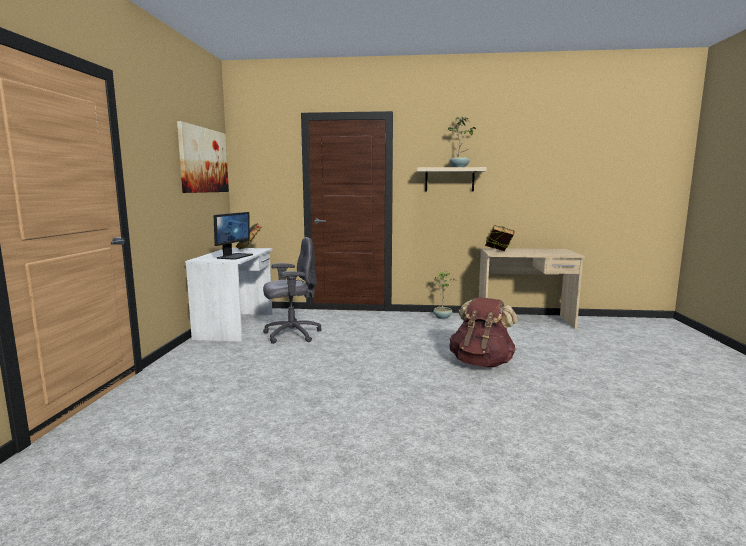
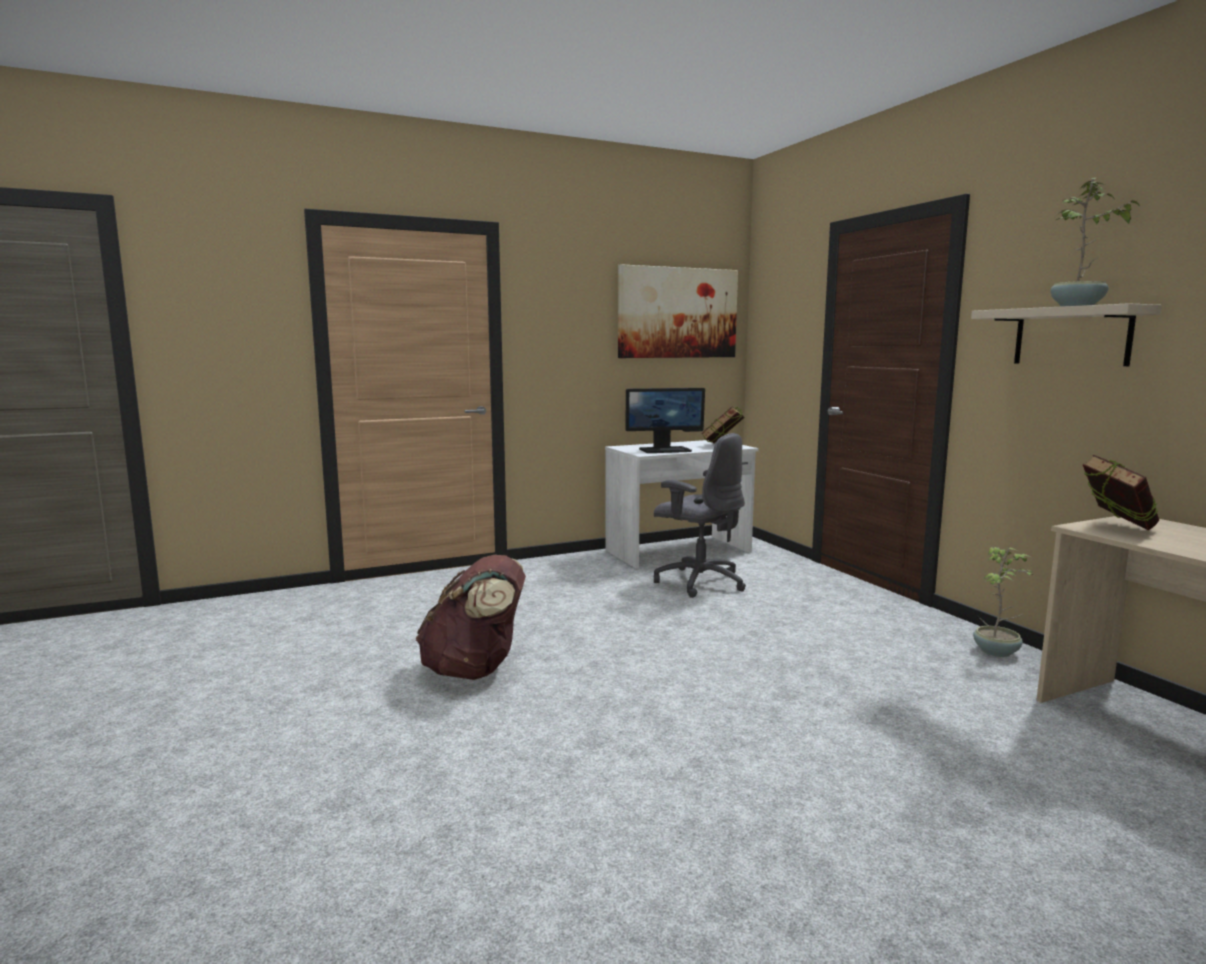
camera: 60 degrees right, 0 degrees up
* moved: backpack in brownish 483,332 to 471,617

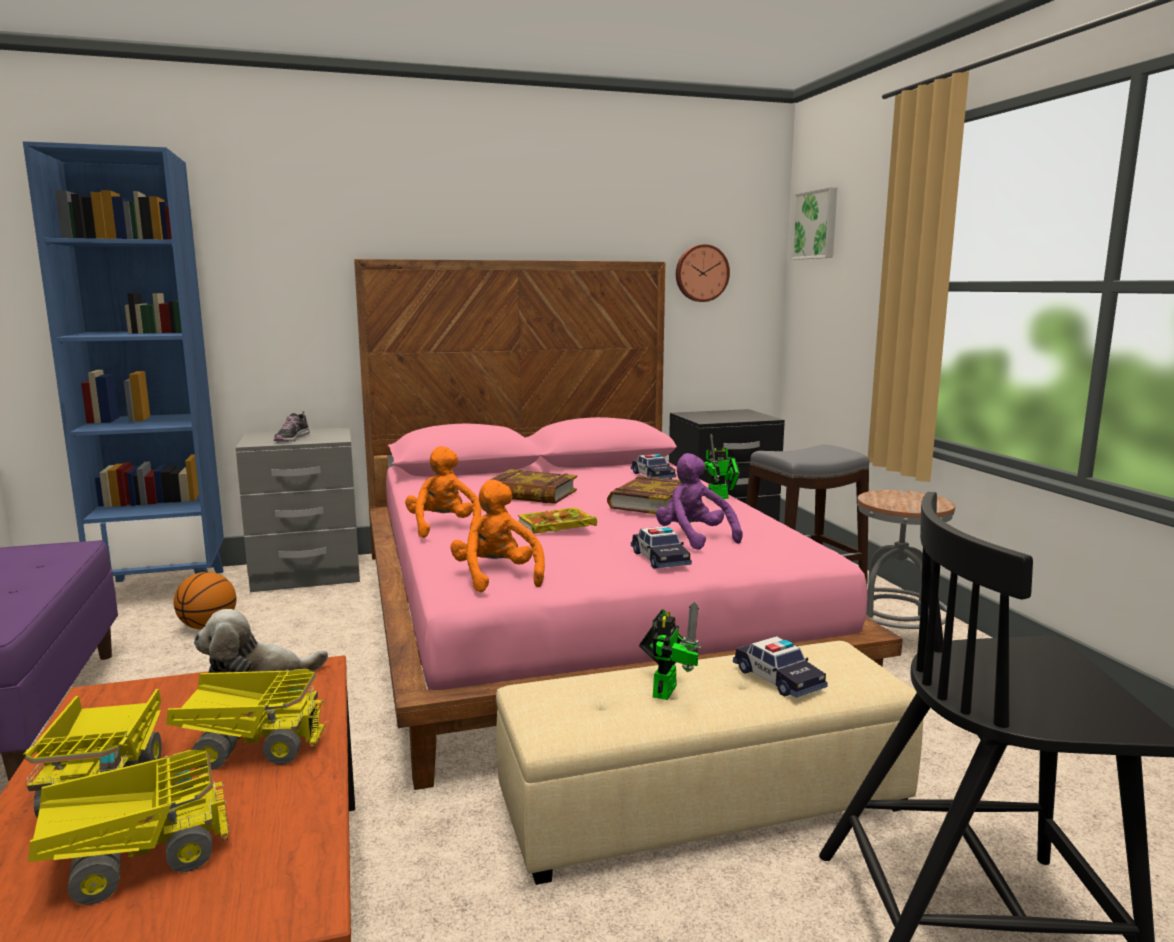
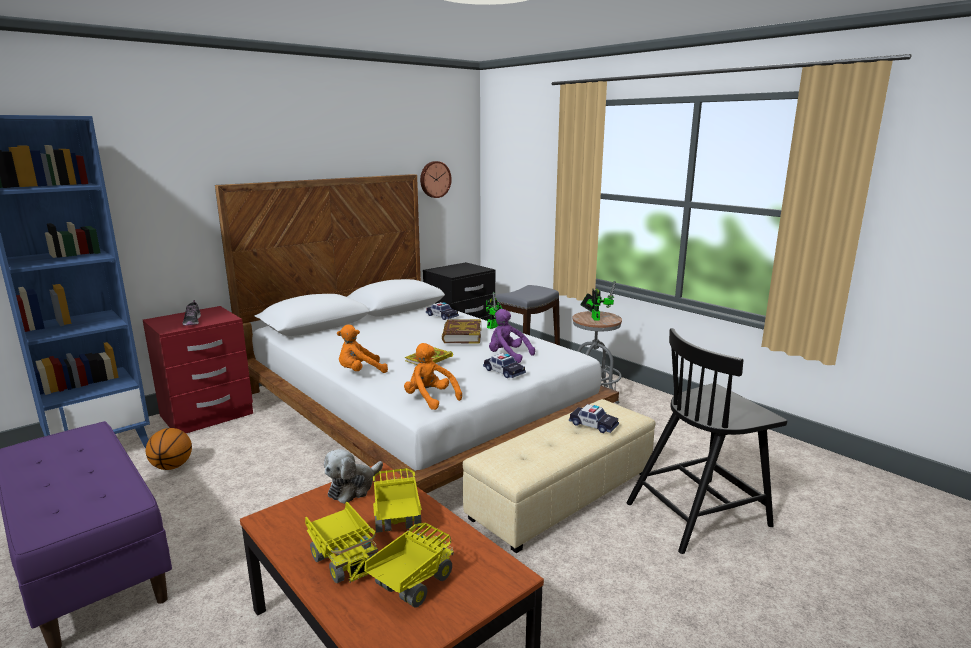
camera: 25 degrees left, 5 degrees up
* turned: model truck 246,719 = 397,500 75 degrees counterclockwise
* recoloured: nightstand in gray 298,509 to nightstand in red 198,369
* recoloured: sleeping bed in pink-coloured 628,524 to sleeping bed in white-coloured 417,333
* turned: soft toy in orange 443,492 = 362,349 75 degrees counterclockwise
* removed: book 533,486
* moved: toy robot 670,650 to 598,300
* removed: wall art 814,223

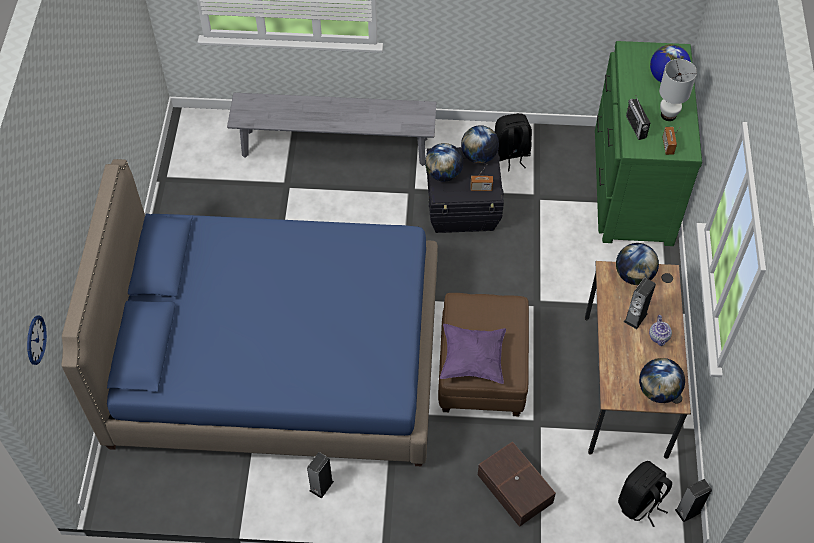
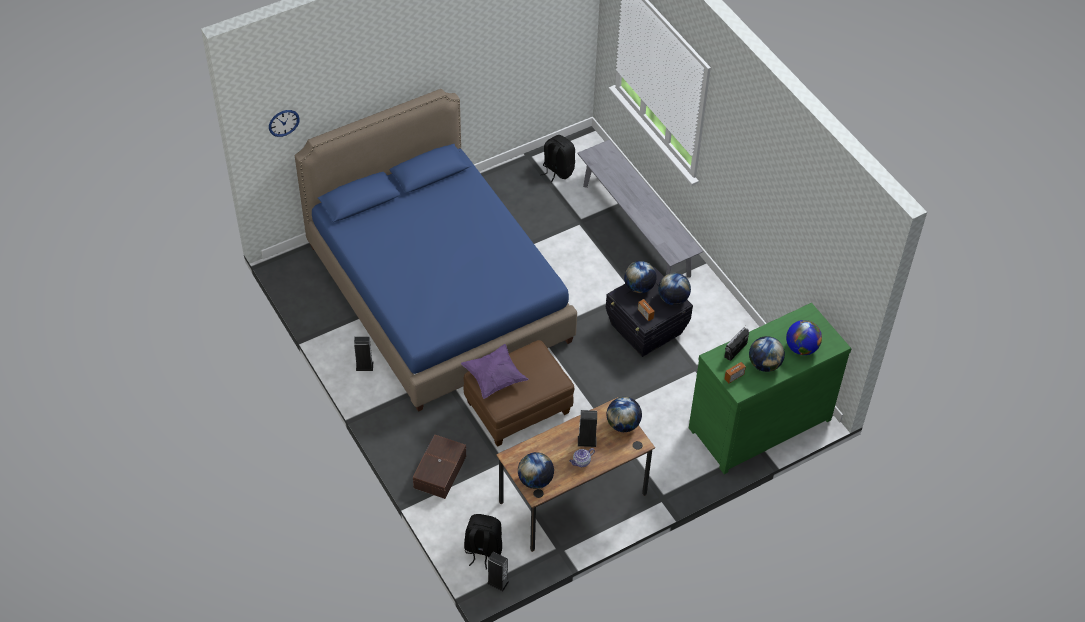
camera: 55 degrees right, 5 degrees down
* moved: backpack in black 513,142 to 557,159
* replaced: lamp for a table in white-coloured 678,90 to world globe 767,354

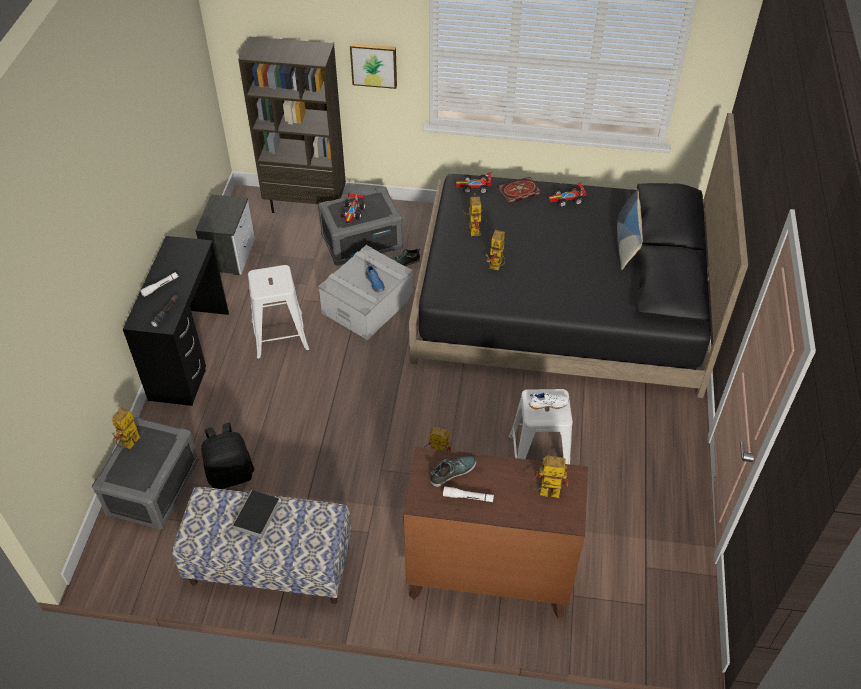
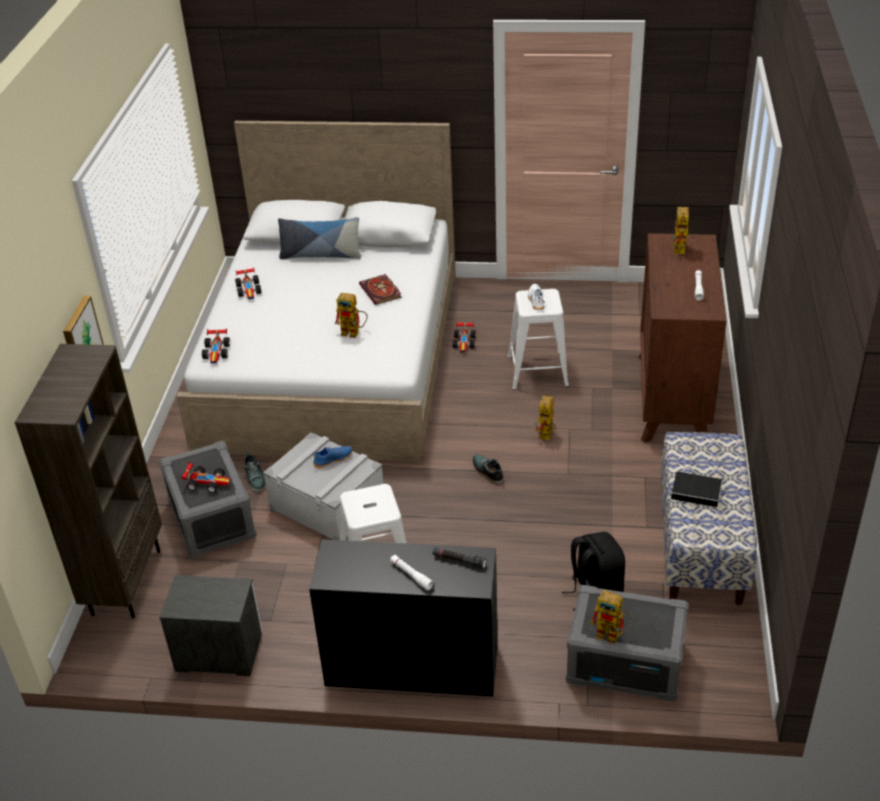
camera: 90 degrees left, 10 degrees down
* recoloured: sleeping bed in black 578,255 to sleeping bed in white-coloured 316,291
* moved: item of footwear 453,471 to 488,469
* removed: toy robot 472,214
* moved: book 519,190 to 380,289
* added: toy car 464,337

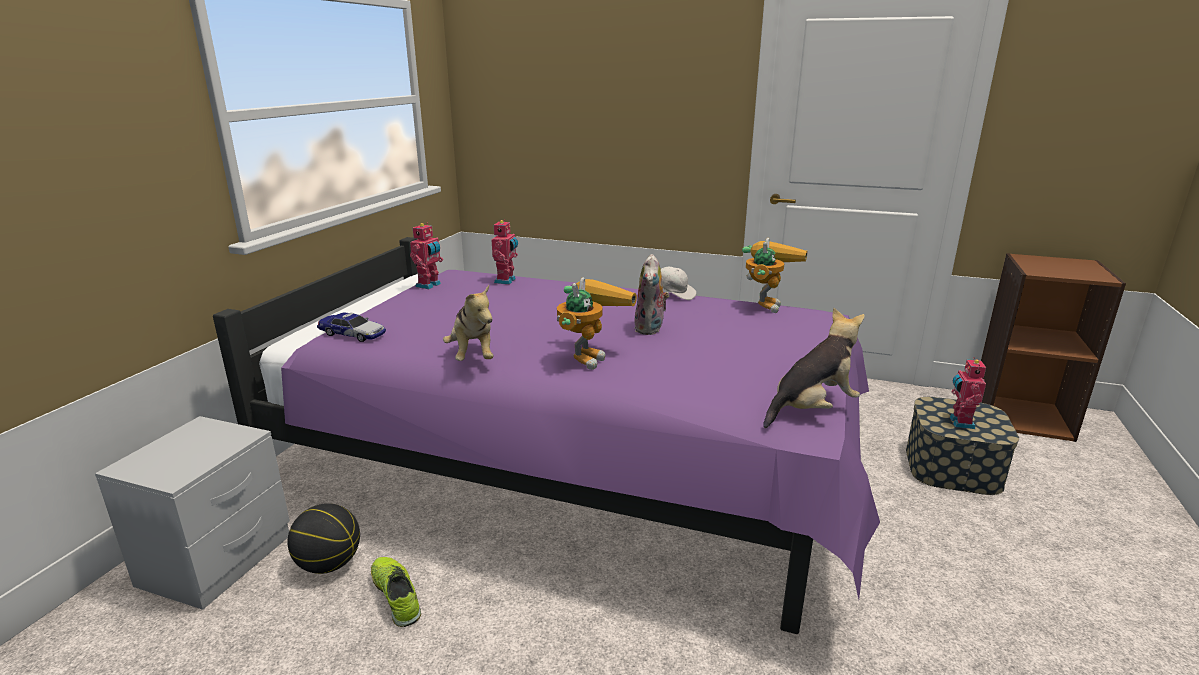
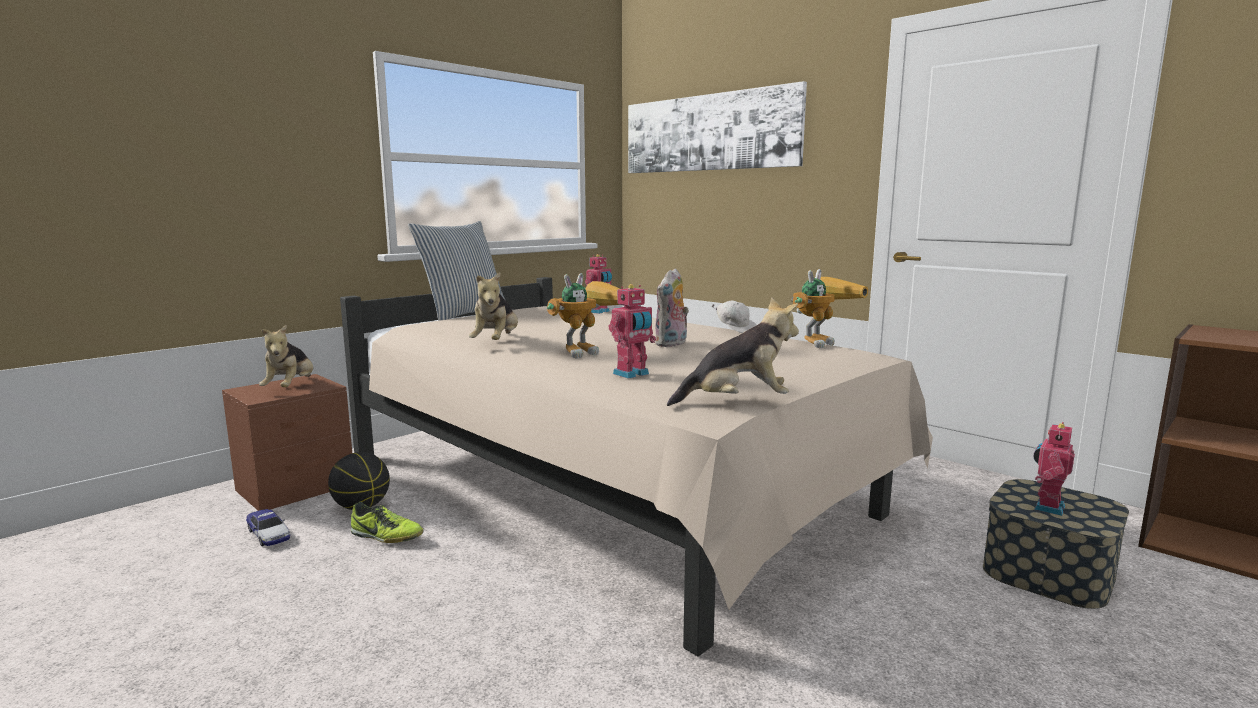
camera: 25 degrees right, 10 degrees down
* recoloured: nightstand in gray 192,513 to nightstand in brownish 287,442
* recoloured: sleeping bed in purplish 546,435 to sleeping bed in beige-coloured 636,467
* moved: toy car 351,327 to 268,527
* turned: item of footwear 396,592 = 387,522 120 degrees clockwise
* moved: toy robot 426,256 to 632,331
* added: soft toy 286,356
* added: pillow 456,271
* added: wall art 717,127

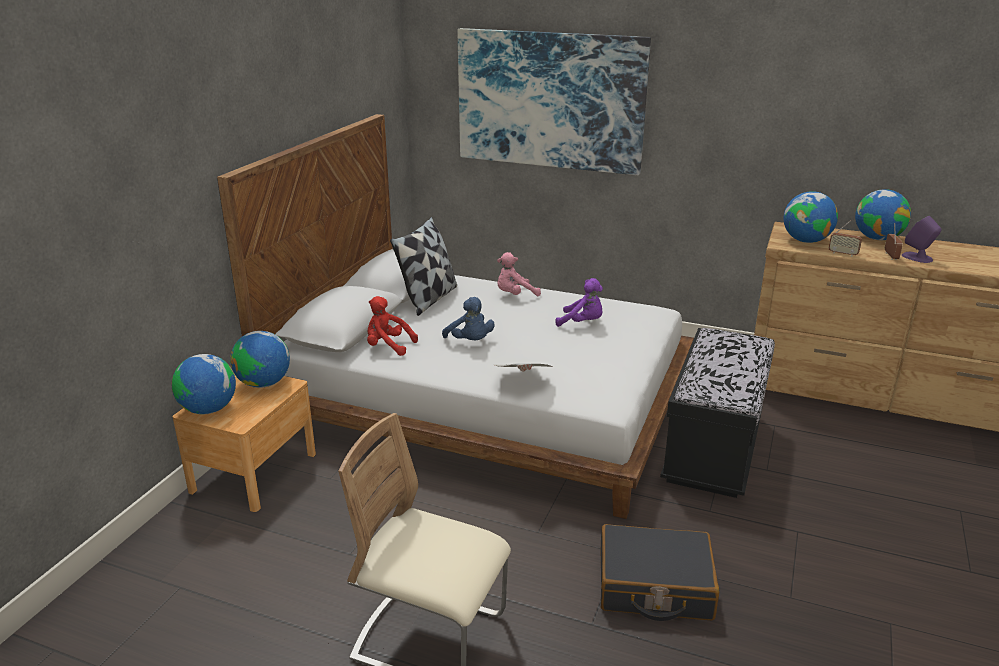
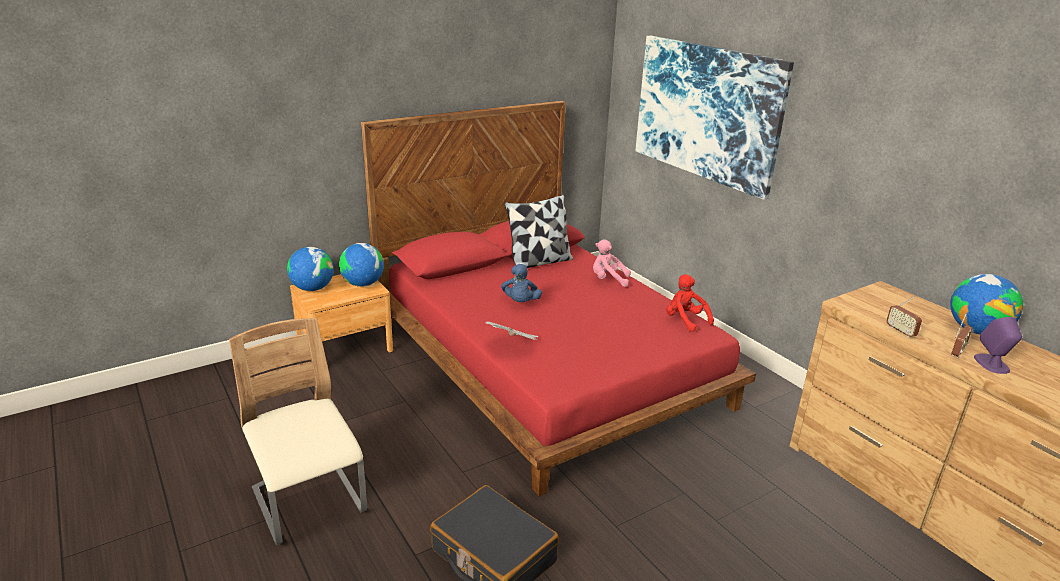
camera: 35 degrees right, 0 degrees up
* recoloured: sleeping bed in white-coloured 455,316 to sleeping bed in red 558,298
* moved: soft toy in red 392,326 to 690,303
* removed: soft toy in purplish 579,302
* removed: indoor bench in black 717,413
* removed: world globe 811,217

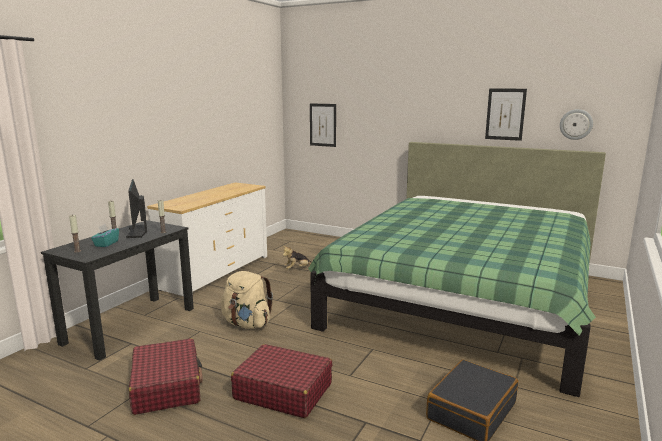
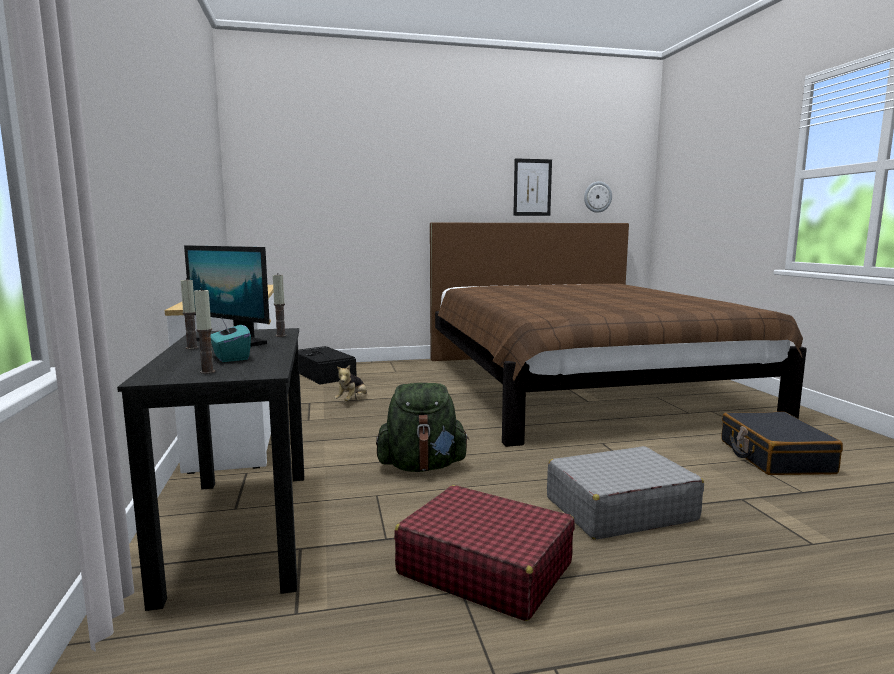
camera: 40 degrees left, 5 degrees down
* recoloured: backpack in beige-coloured 247,300 to backpack in greenish 422,427
* recoloured: travel case in red 281,381 to travel case in gray 625,493
* recoloured: sleeping bed in greenish 457,269 to sleeping bed in brownish 618,335
* removed: wall art 323,125
* added: storage box in black 327,365

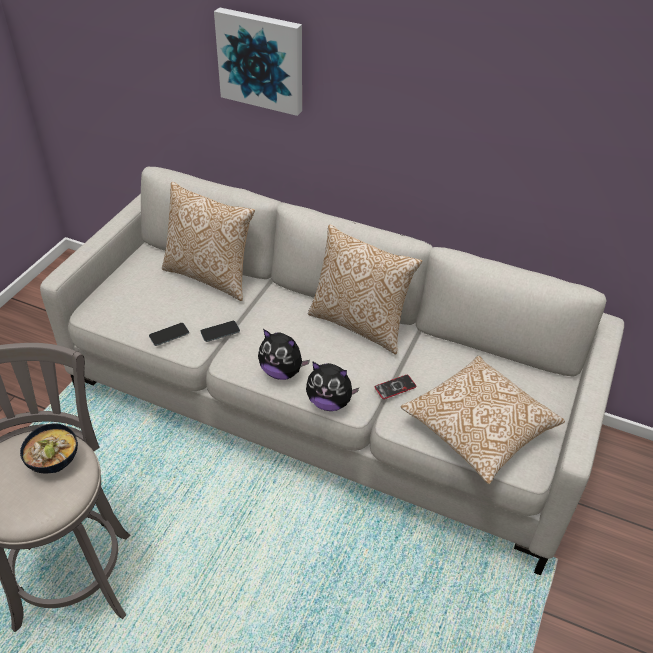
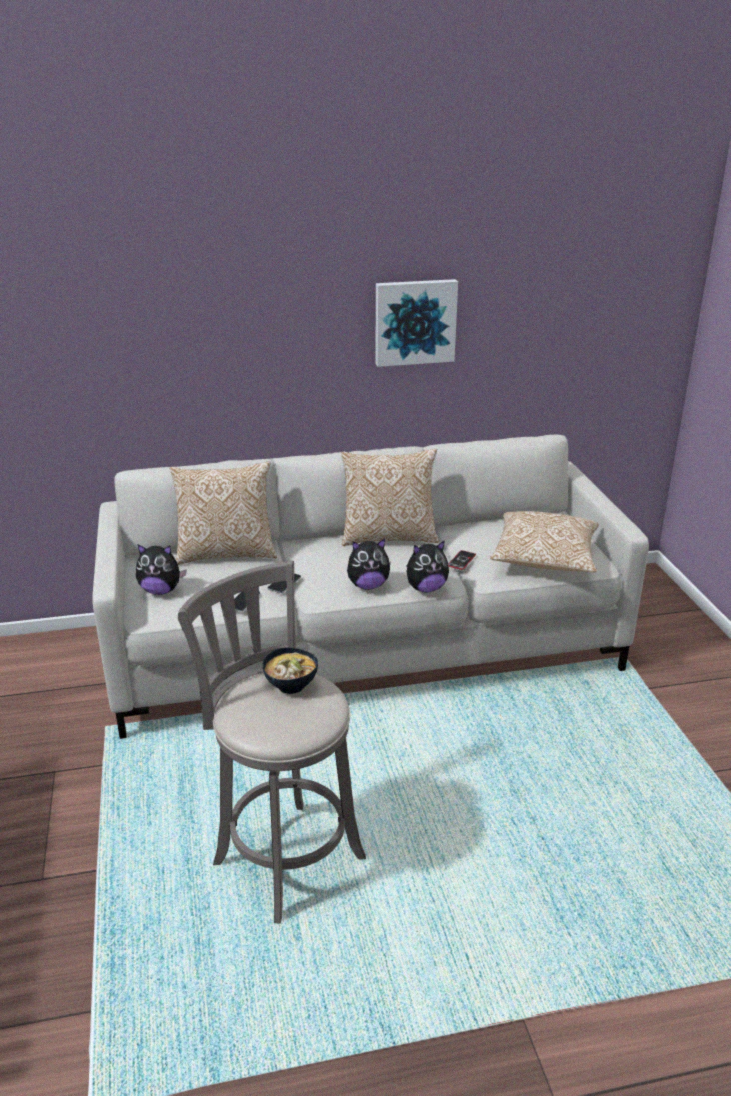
camera: 35 degrees left, 15 degrees down
* moved: wall art 258,61 to 416,323
* added: soft toy 161,569

